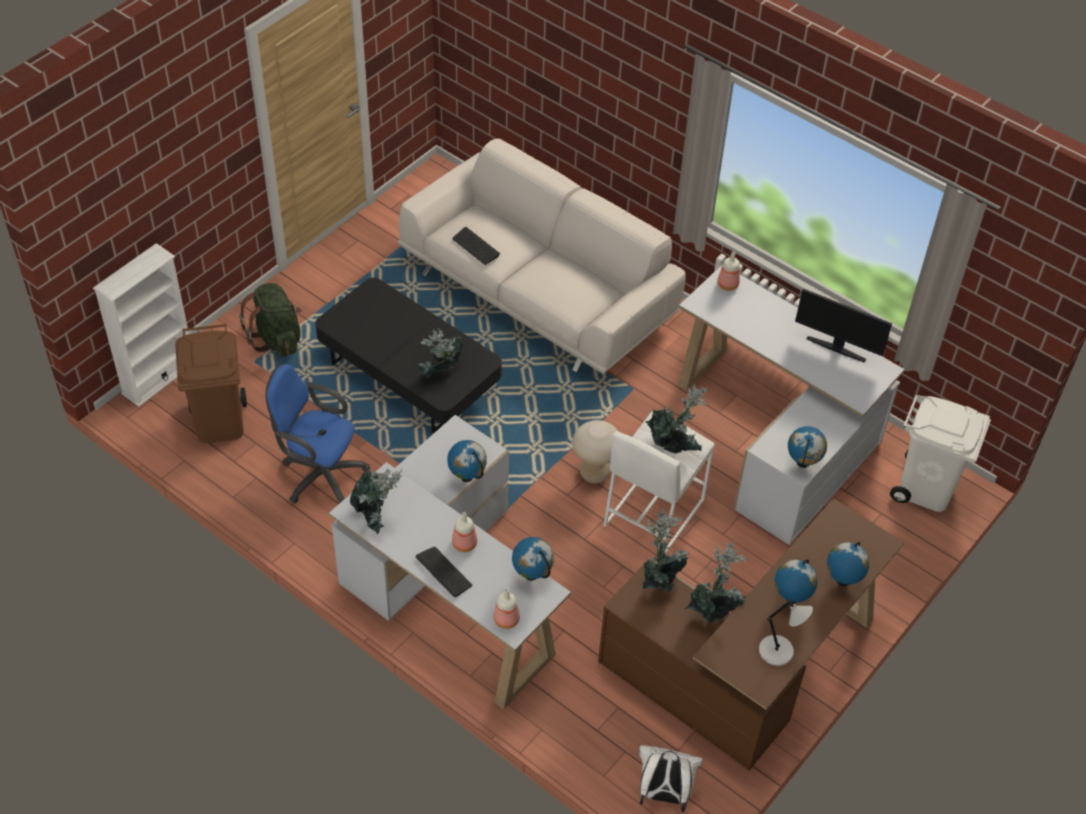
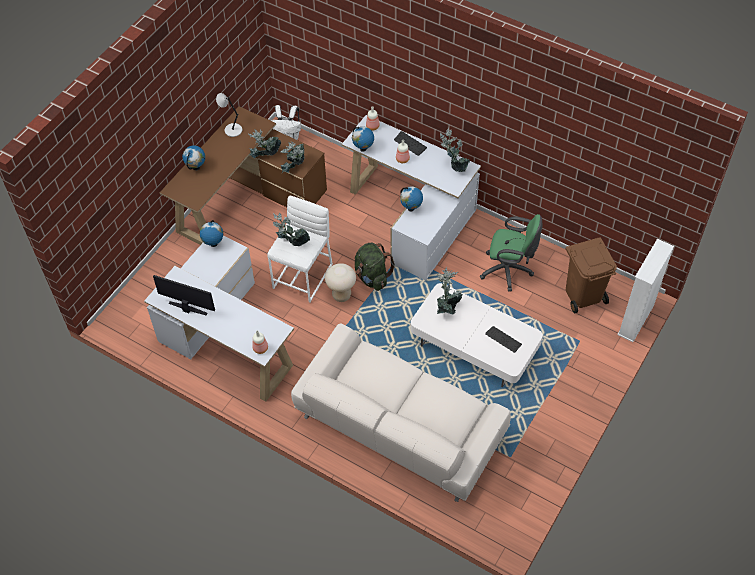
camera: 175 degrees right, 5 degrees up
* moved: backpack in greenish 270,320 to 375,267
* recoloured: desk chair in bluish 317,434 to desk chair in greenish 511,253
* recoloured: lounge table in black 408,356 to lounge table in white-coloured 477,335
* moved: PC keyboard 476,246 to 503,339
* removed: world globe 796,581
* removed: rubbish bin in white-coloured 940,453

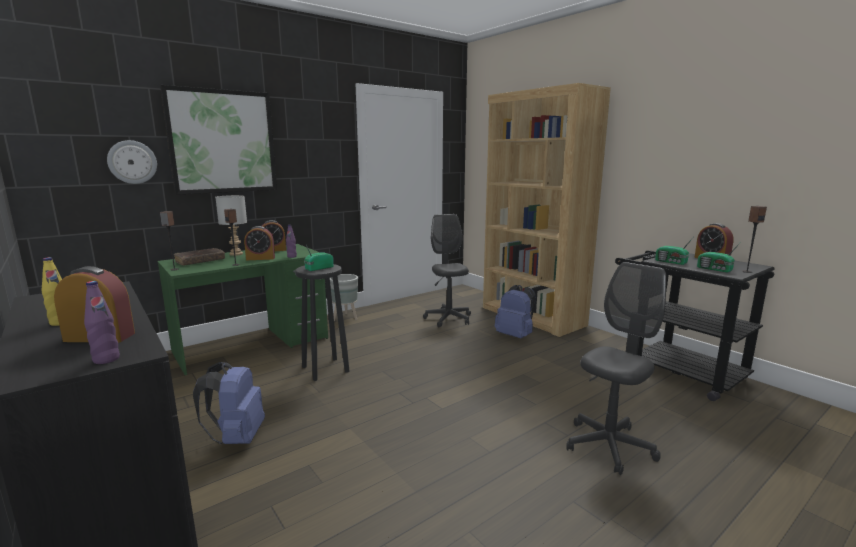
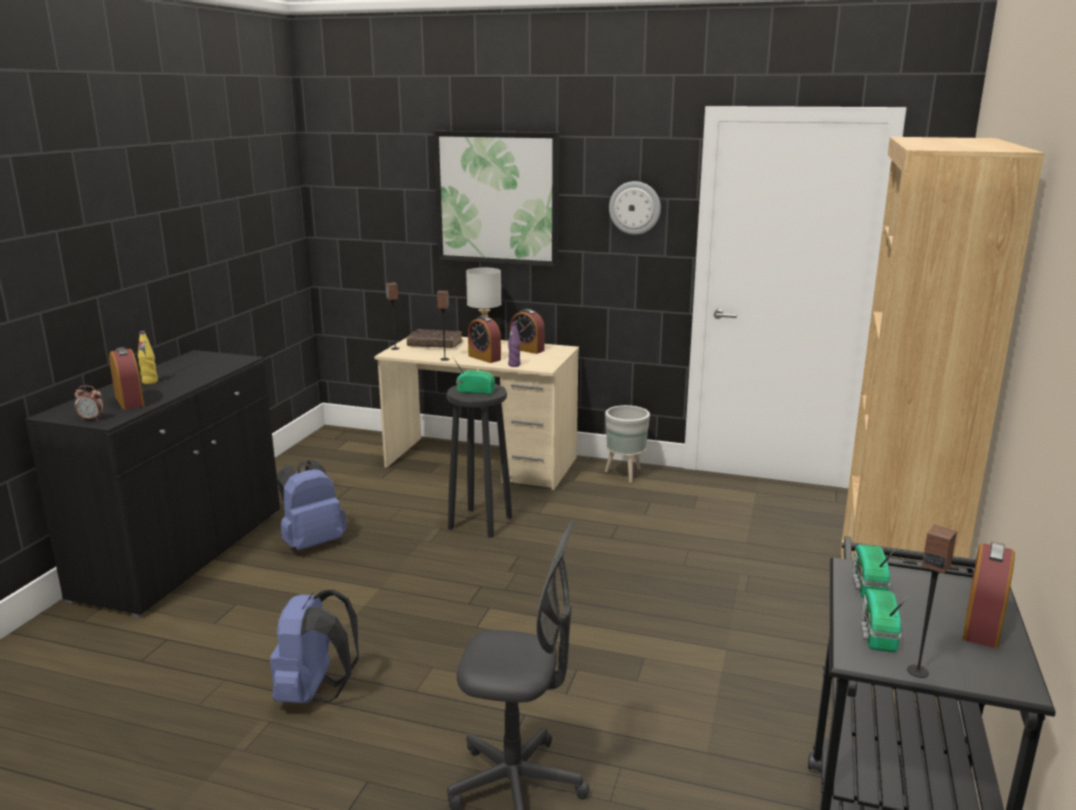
camera: 55 degrees right, 5 degrees up
* replaced: beverage bottle in purplish 102,322 to bedside clock 89,403
* moved: wall clock 132,162 to 635,208
* recoloured: desk unit in greenish 242,309 to desk unit in beige-coloured 476,413
* removed: desk chair in gray 447,270
* moved: backpack in bluish 515,311 to 314,646

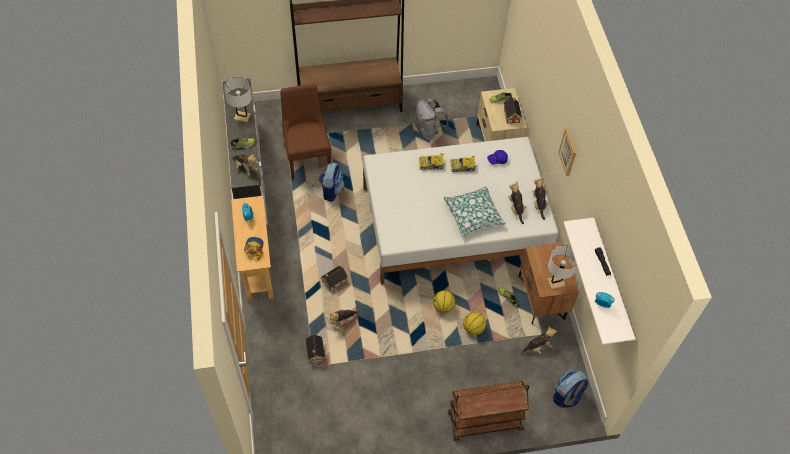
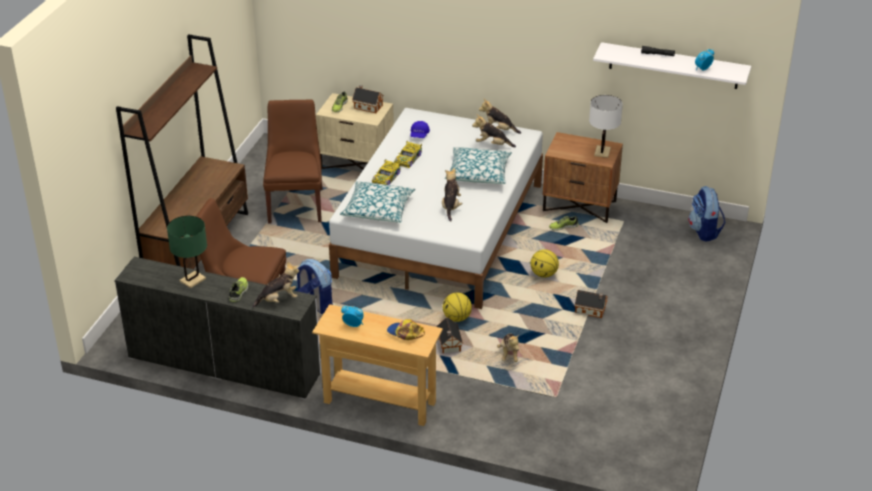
camera: 60 degrees left, 20 degrees down
* recoloured: lamp for a table in white-coloured 238,99 to lamp for a table in greenish 187,252
* moved: miniature house 315,349 to 591,304
* replaced: backpack in gray 432,119 to upright chair in brownish 293,162
* removed: trolley in brownish 488,411
* moved: basketball 474,323 to 457,307
* moved: soft toy 539,341 to 452,194
* removed: wall art 567,152
* added: pillow 377,202

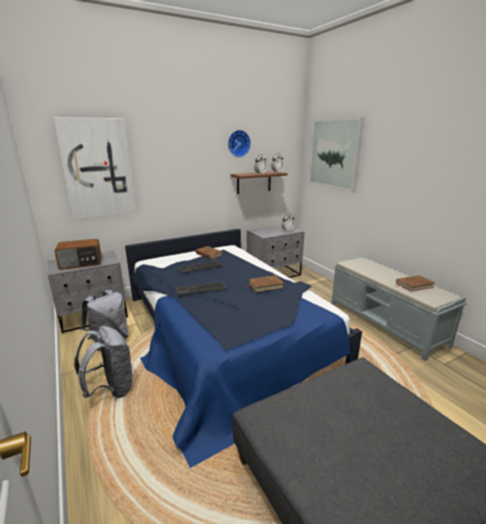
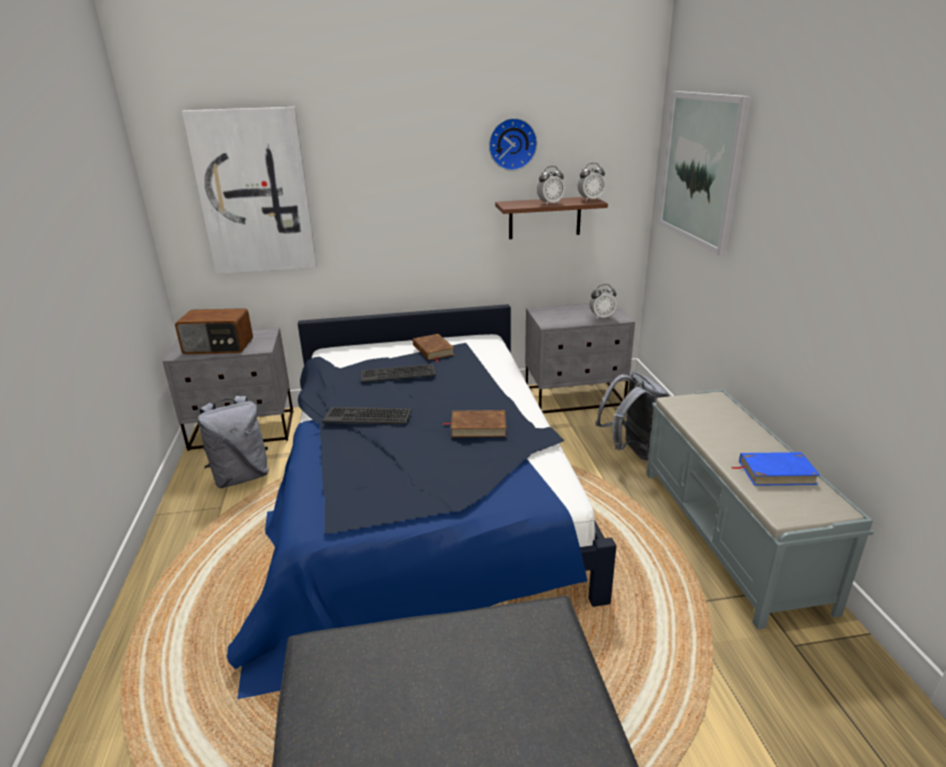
camera: 20 degrees right, 5 degrees up
* moved: backpack in gray 104,362 to 632,416
* recoloured: book in brownish 415,283 to book in bluish 775,469

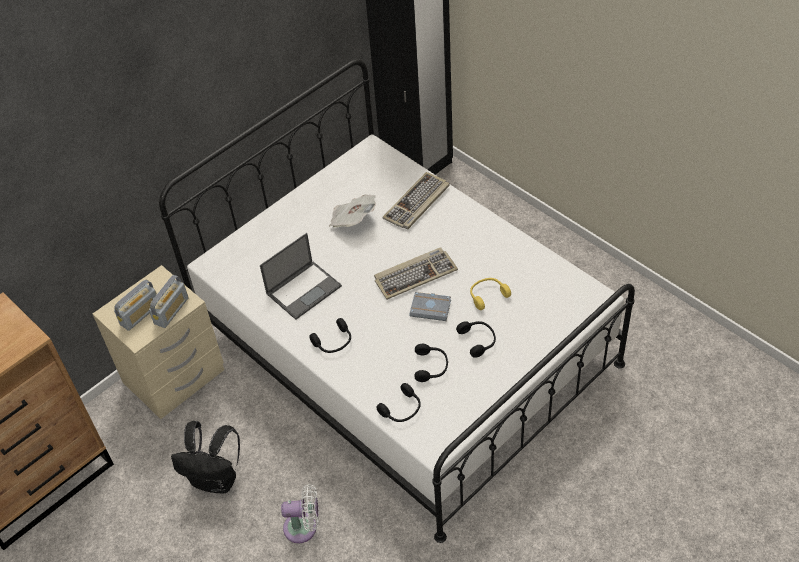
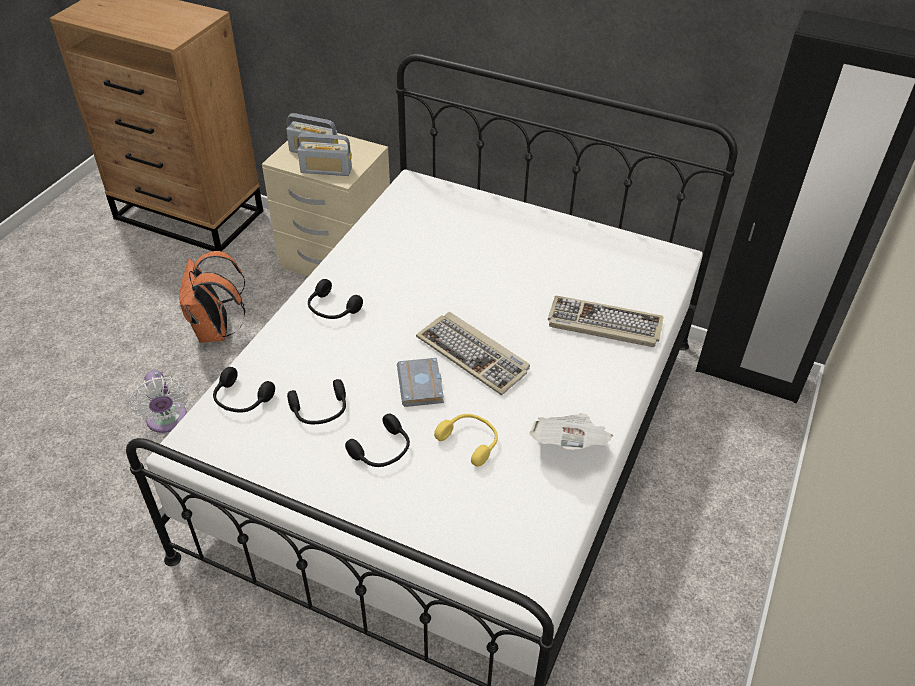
camera: 65 degrees right, 5 degrees down
* recoloured: backpack in black 205,457 to backpack in orange 212,297
* removed: laptop 301,276
* moved: daily paper 352,210 to 571,431

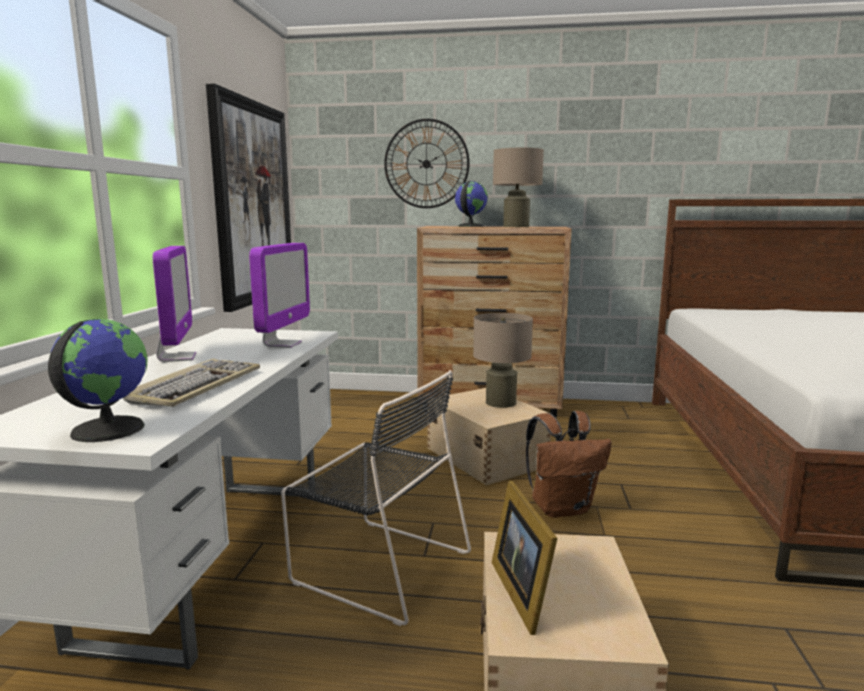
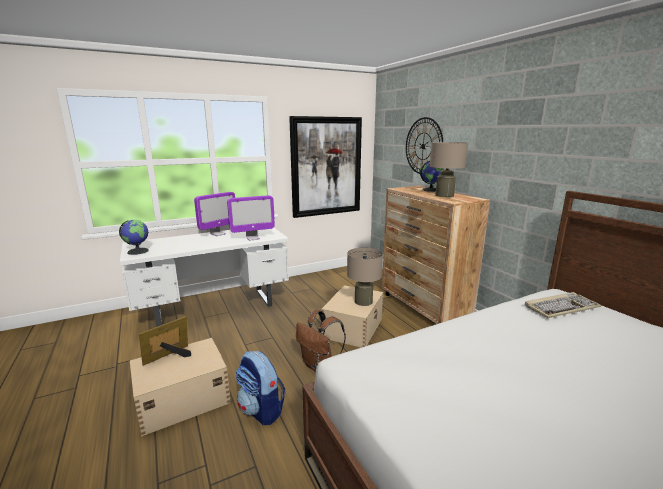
camera: 55 degrees right, 5 degrees up
* moved: PC keyboard 191,383 to 563,305
* removed: upright chair in black 376,498
* added: backpack 260,388

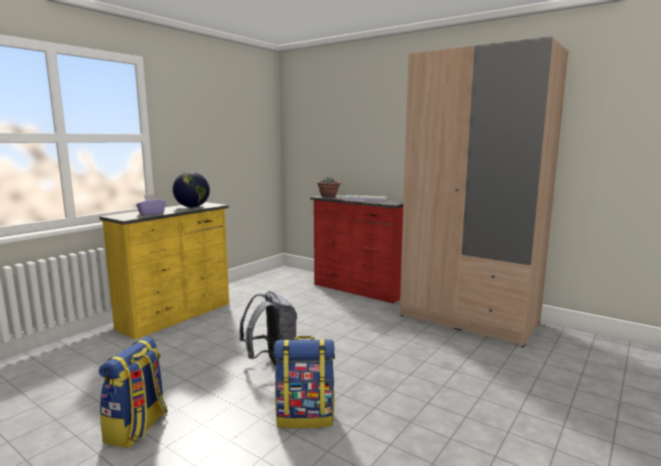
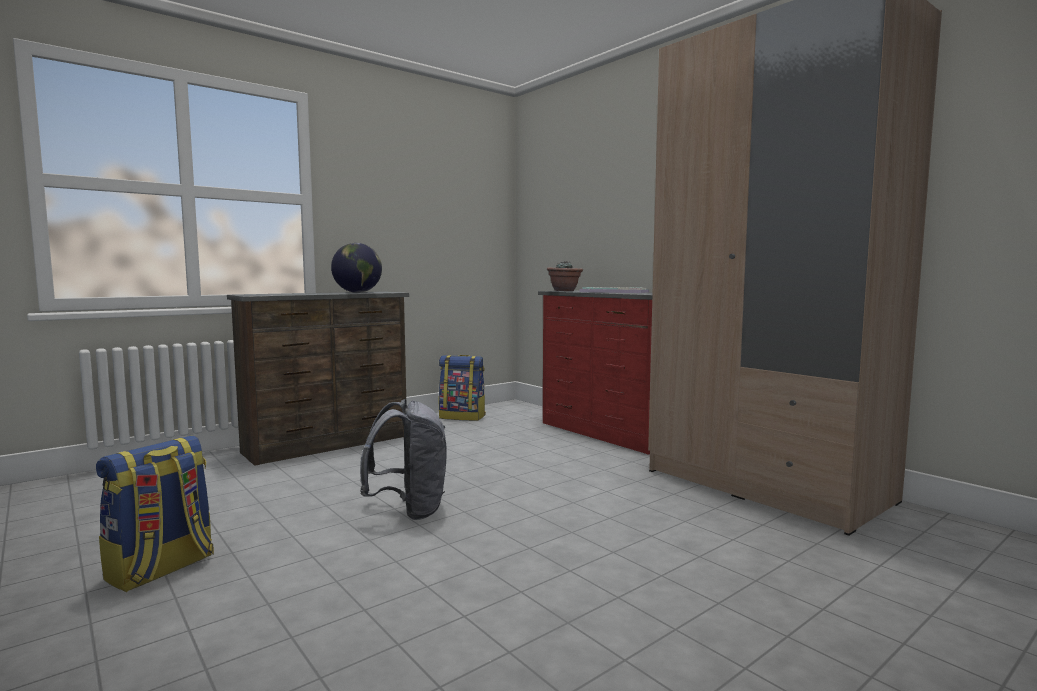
camera: 15 degrees right, 5 degrees down
* recoloured: dresser in yellow 164,271 to dresser in brownish 318,378
* removed: box of tissues in purplish 151,205
* moved: backpack 304,382 to 462,388

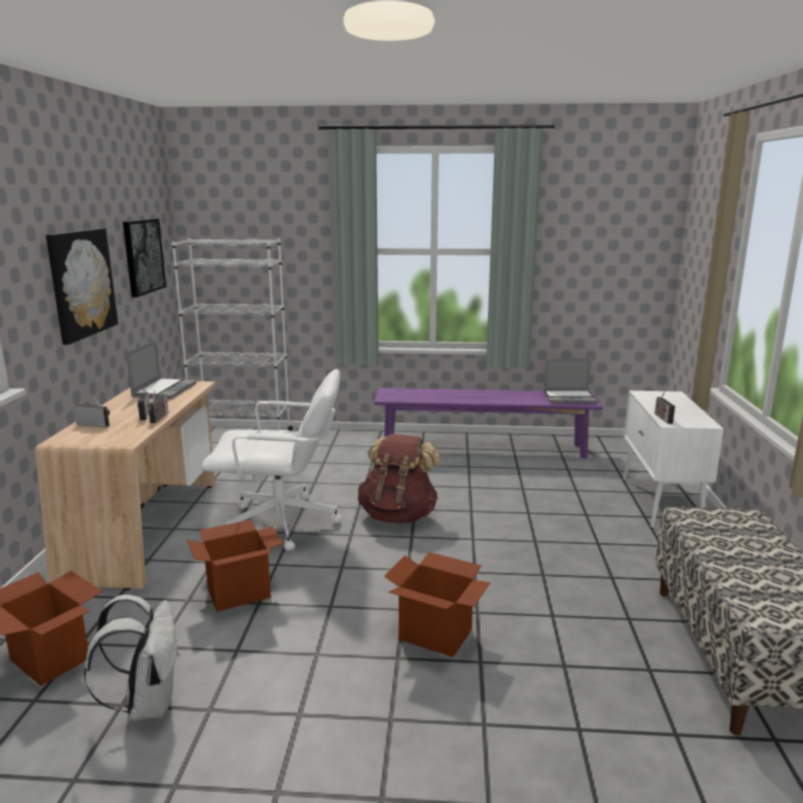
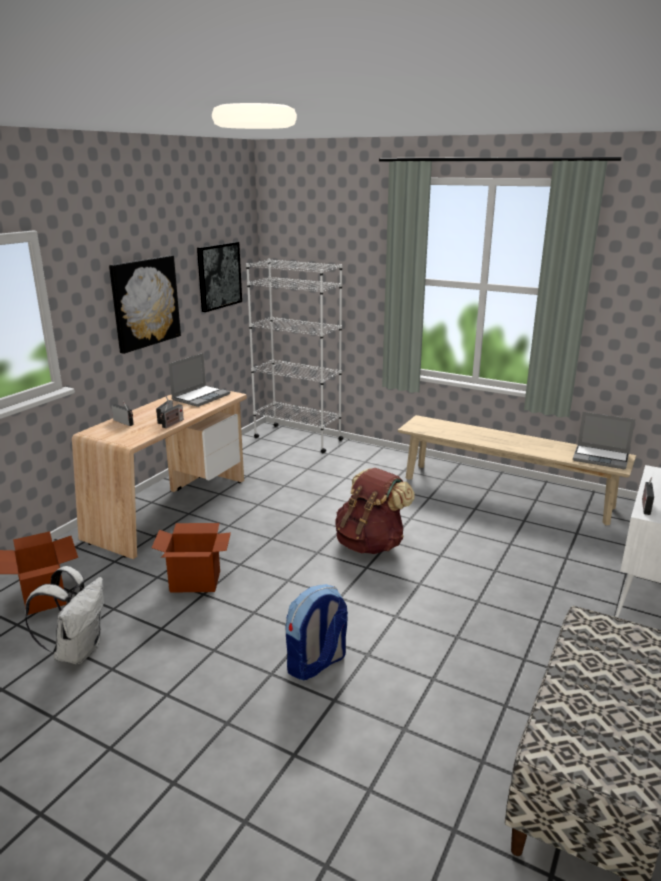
camera: 25 degrees right, 5 degrees up
* removed: desk chair in white-coloured 272,460
* recoloured: indoor bench in purplish 488,423 to indoor bench in beige-coloured 517,470
* replaced: cardboard box 437,604 to backpack 316,632

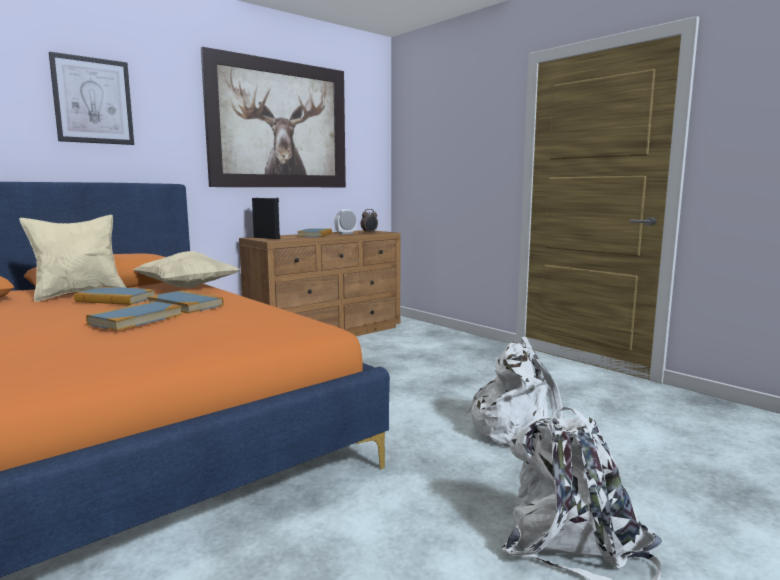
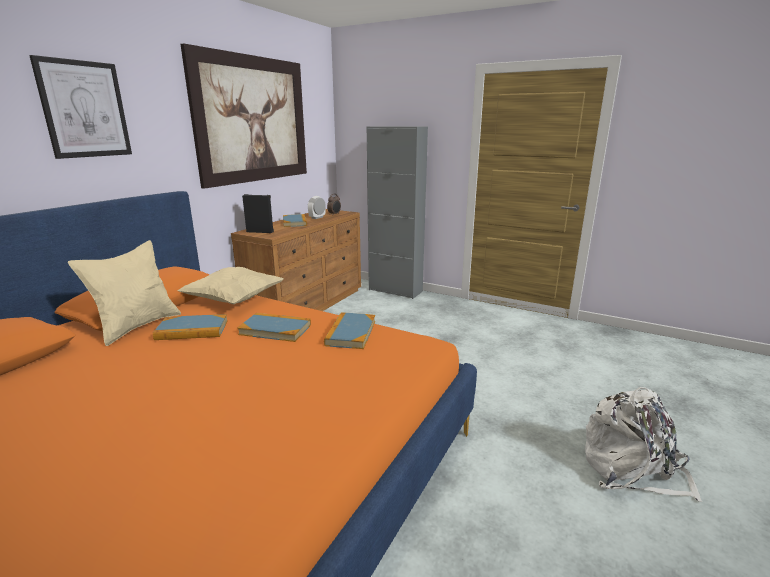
camera: 20 degrees left, 10 degrees up
* moved: book 134,316 to 349,330
* removed: backpack in white-coloured 515,392
* added: cupboard in gray 397,212

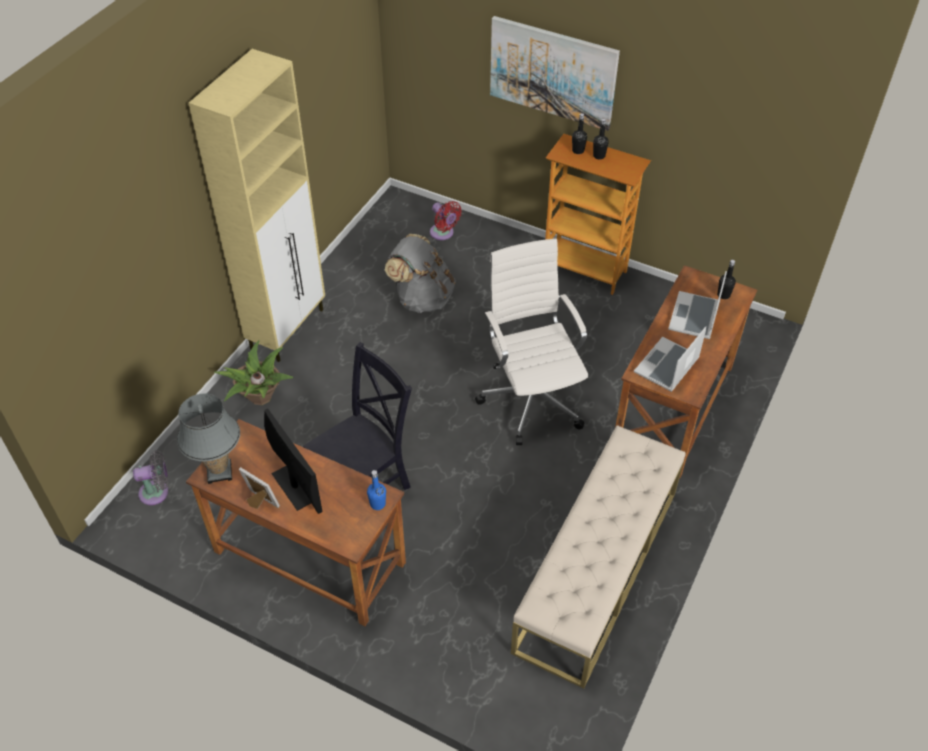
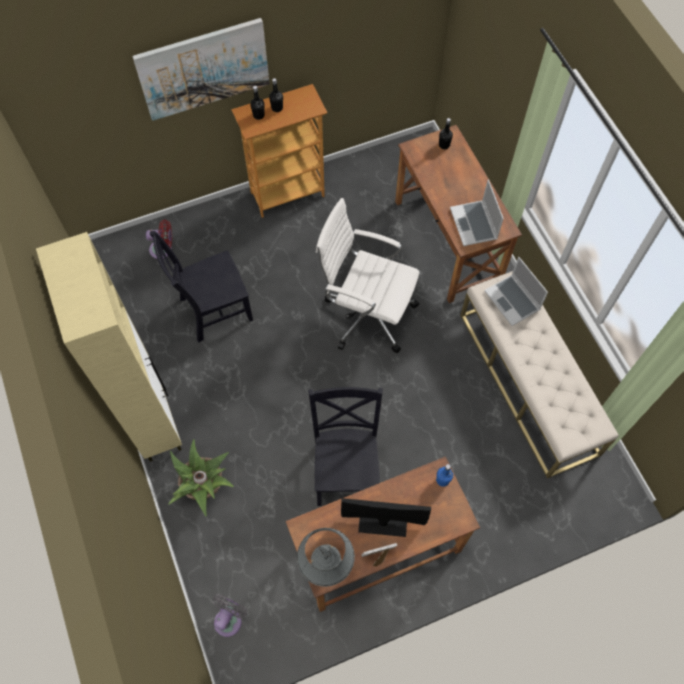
camera: 50 degrees left, 15 degrees up
* replaced: backpack in gray 420,273 to upright chair in black 201,286
* moved: laptop 697,305 to 516,291

